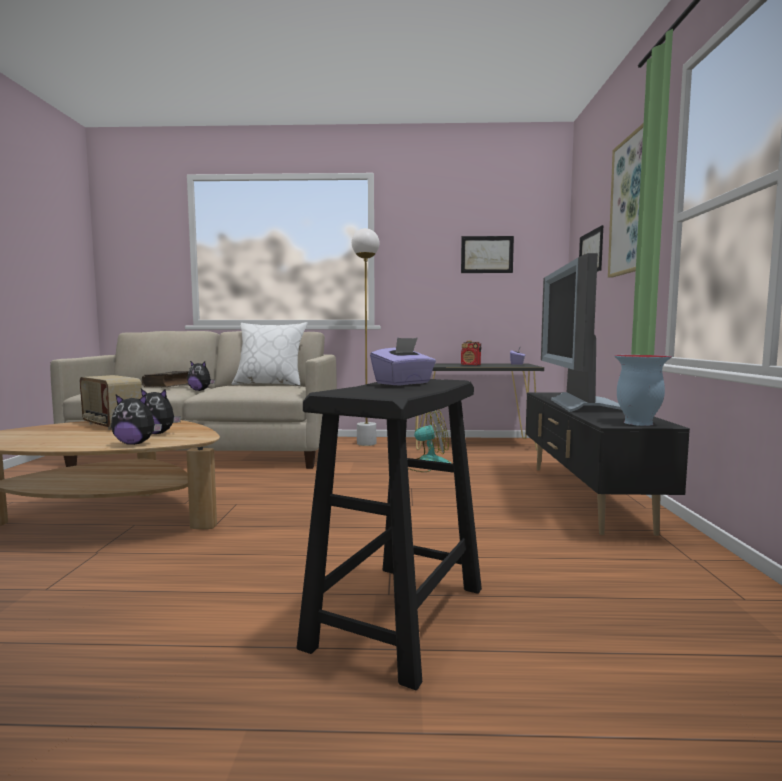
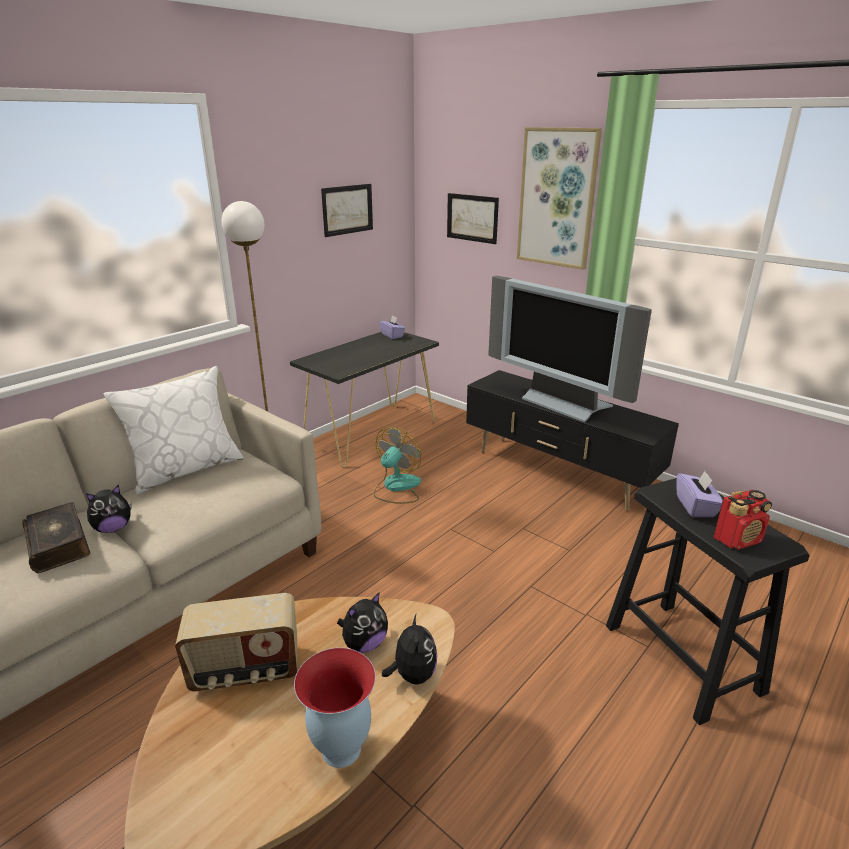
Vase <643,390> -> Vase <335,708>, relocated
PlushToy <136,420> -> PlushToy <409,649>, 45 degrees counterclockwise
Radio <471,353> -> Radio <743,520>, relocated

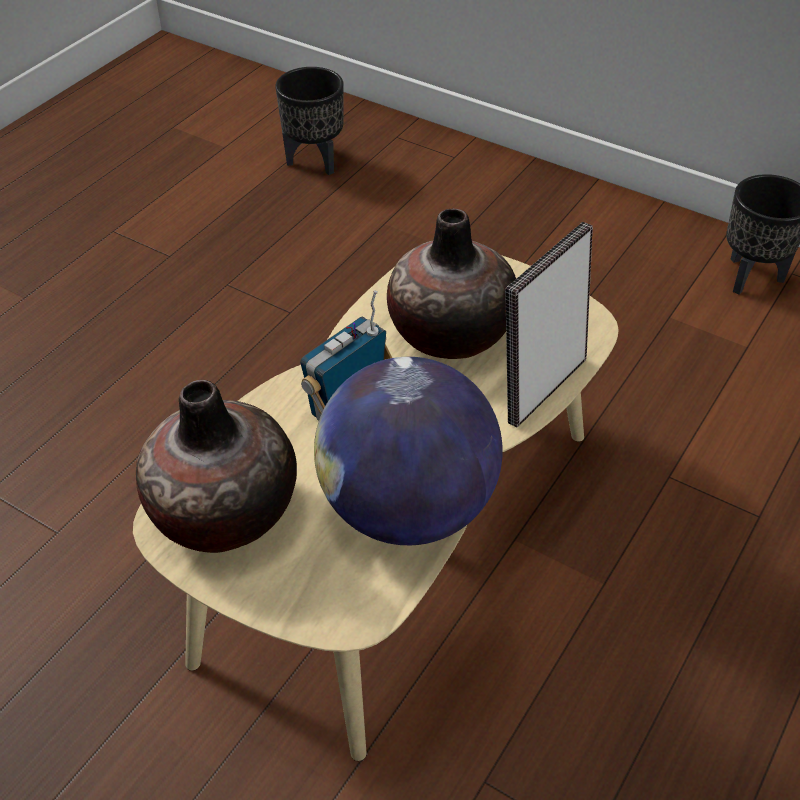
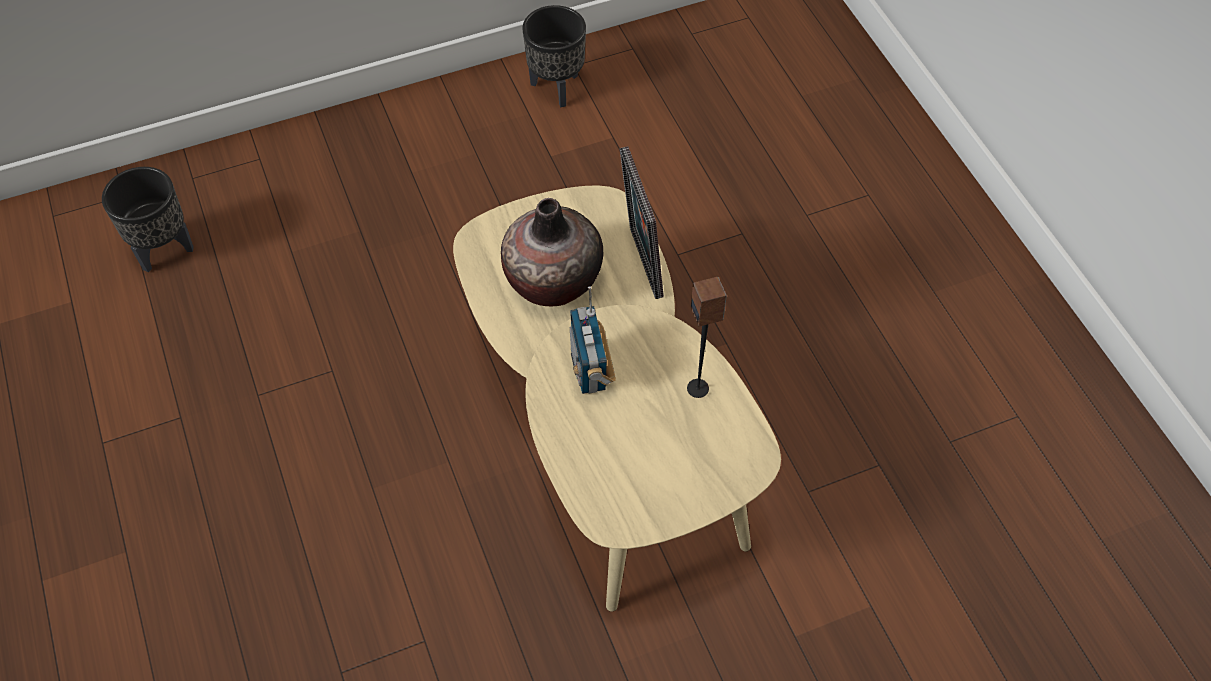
Globe <408,451> -> Speaker <707,337>
Vase <216,466> -> none

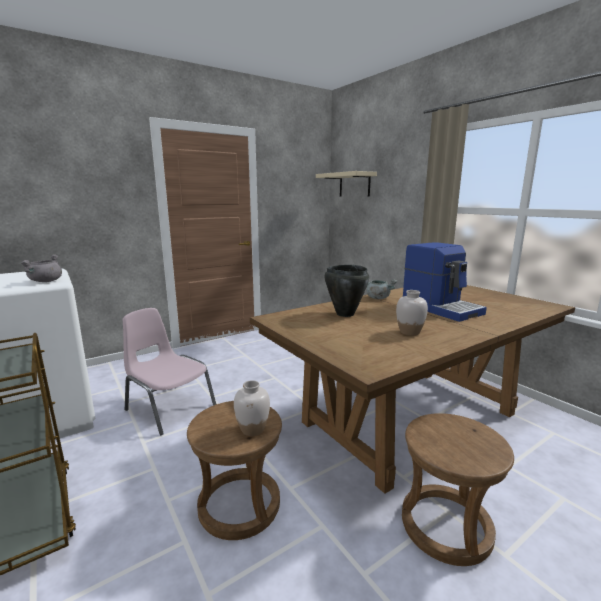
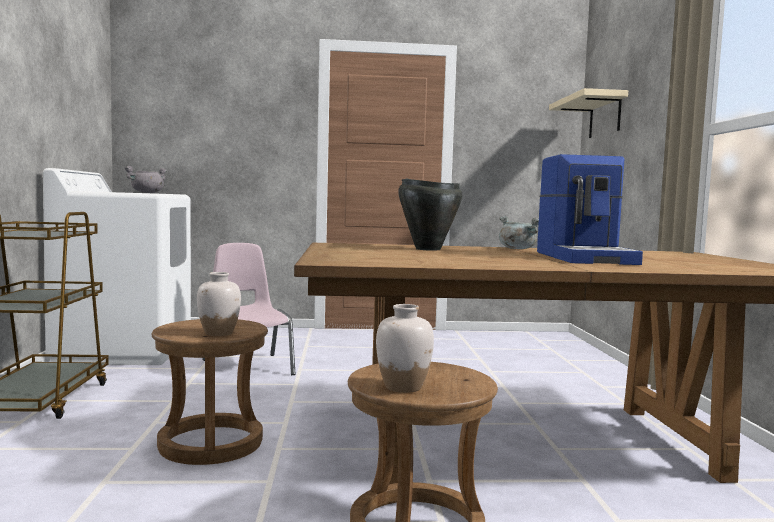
WhiteVase <412,313> -> WhiteVase <405,348>, relocated

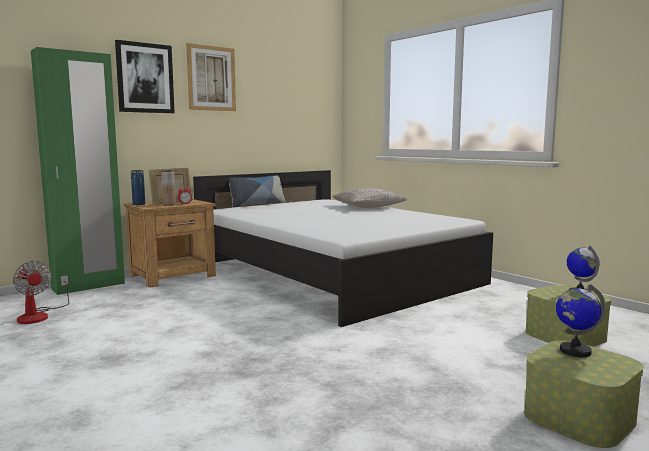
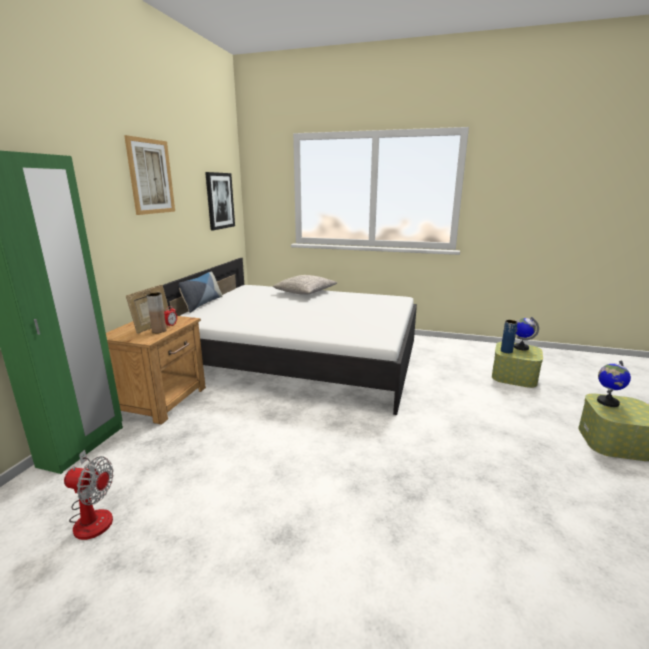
Picture <145,76> -> Picture <220,201>, relocated
BlueVase <138,187> -> BlueVase <509,336>, relocated

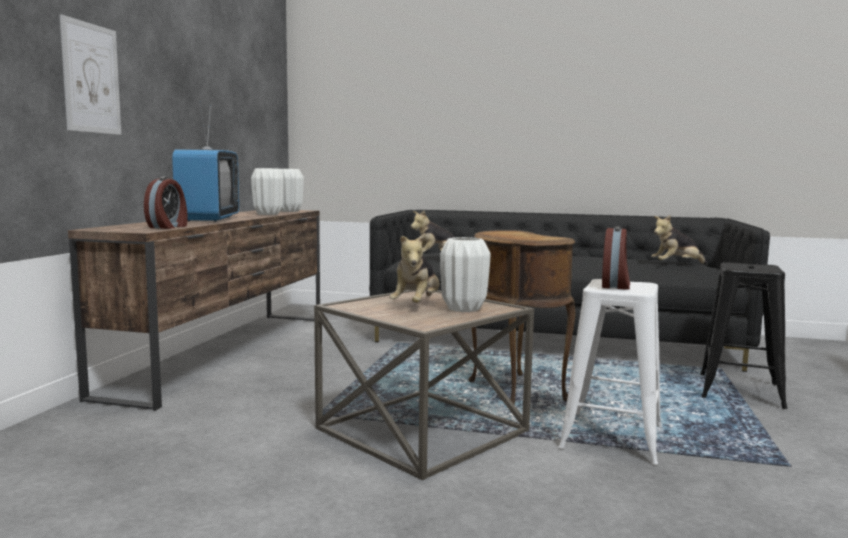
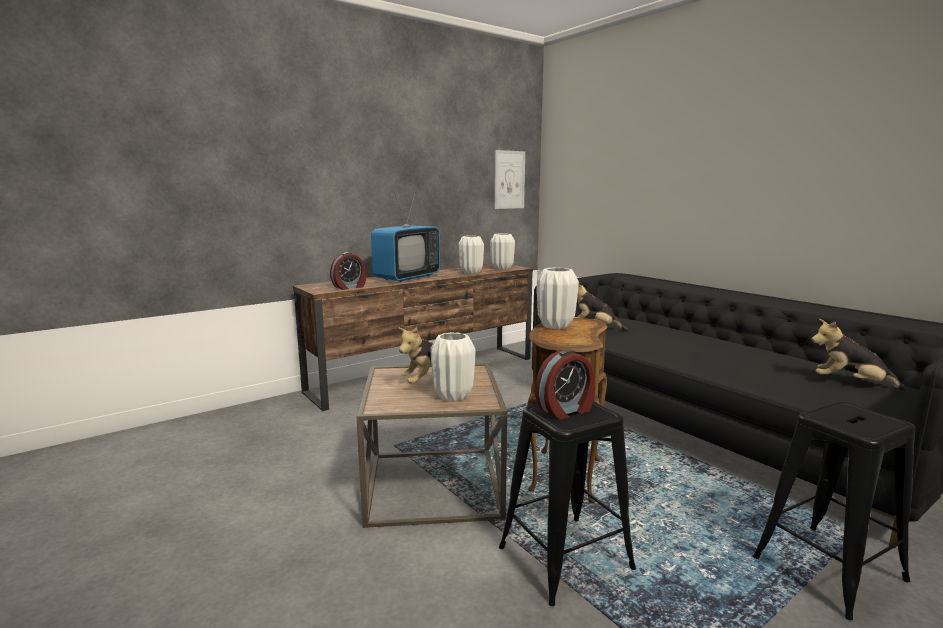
Picture <90,75> -> Picture <509,179>, relocated
WhiteStool <610,372> -> BlackStool <567,503>
none -> WhiteVase <558,298>

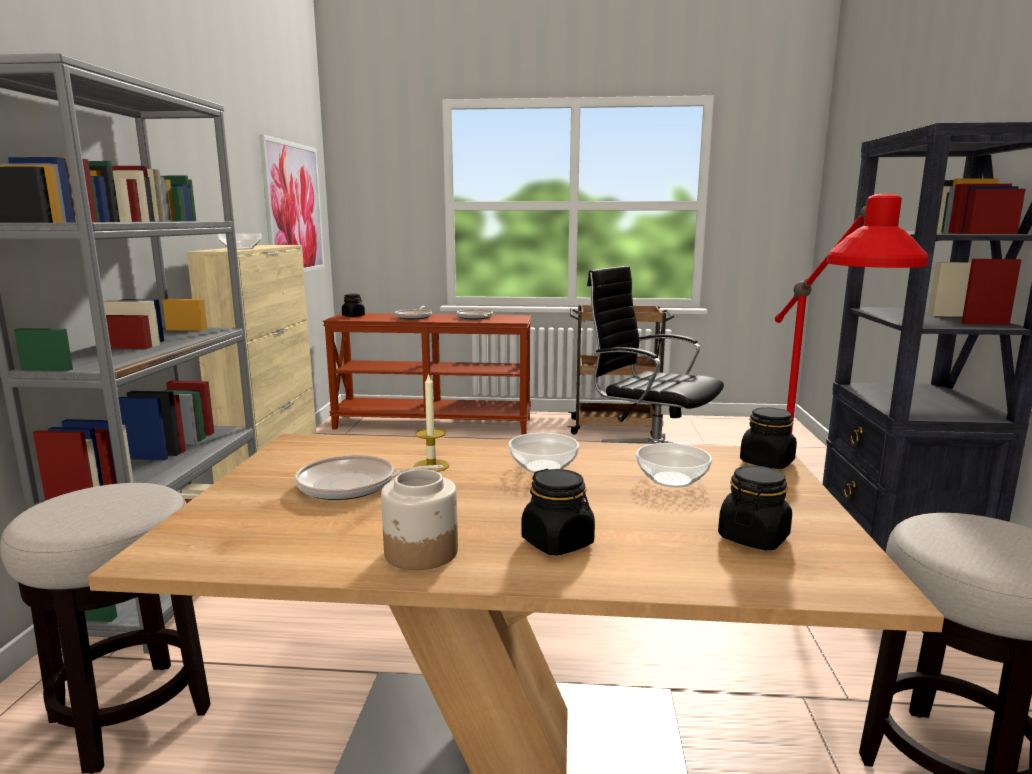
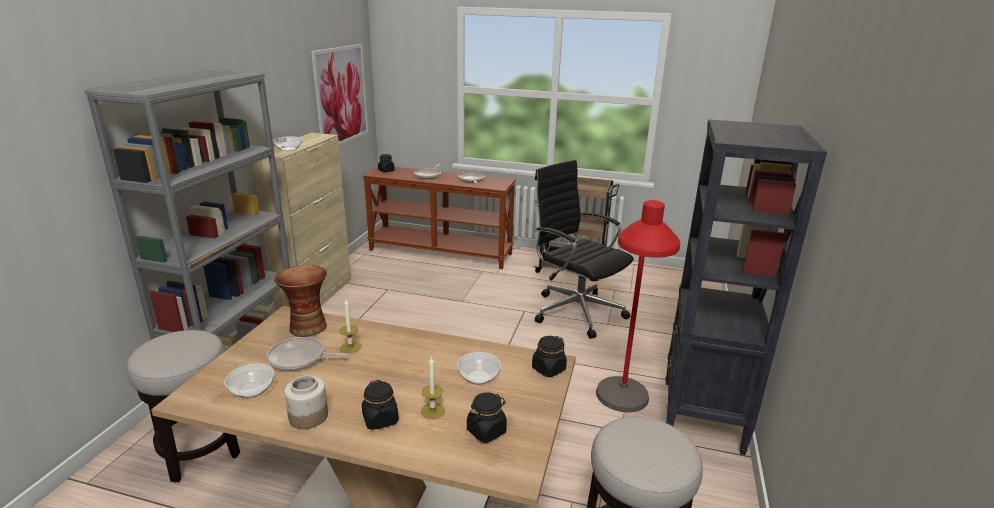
Bowl <544,453> -> Bowl <249,381>, relocated
none -> Vase <300,301>
none -> Candle <433,387>

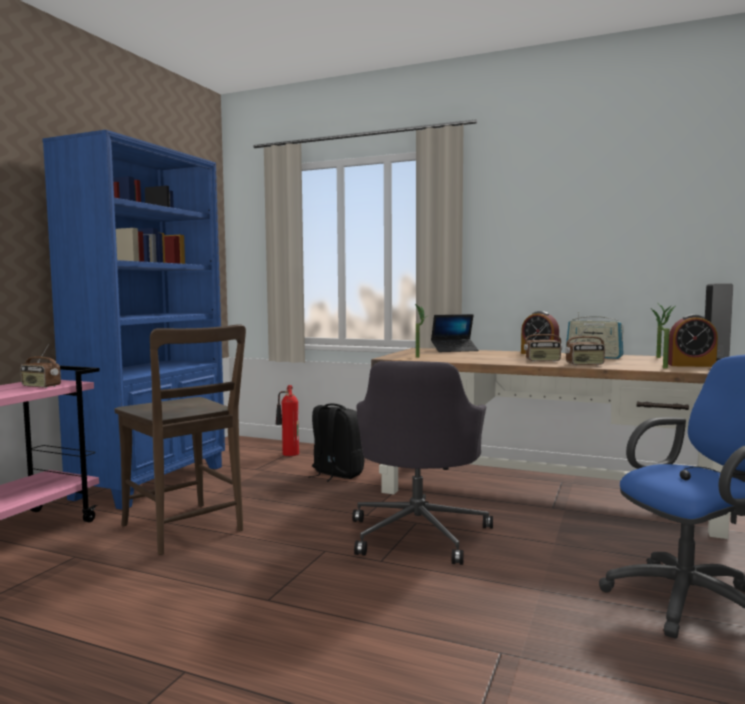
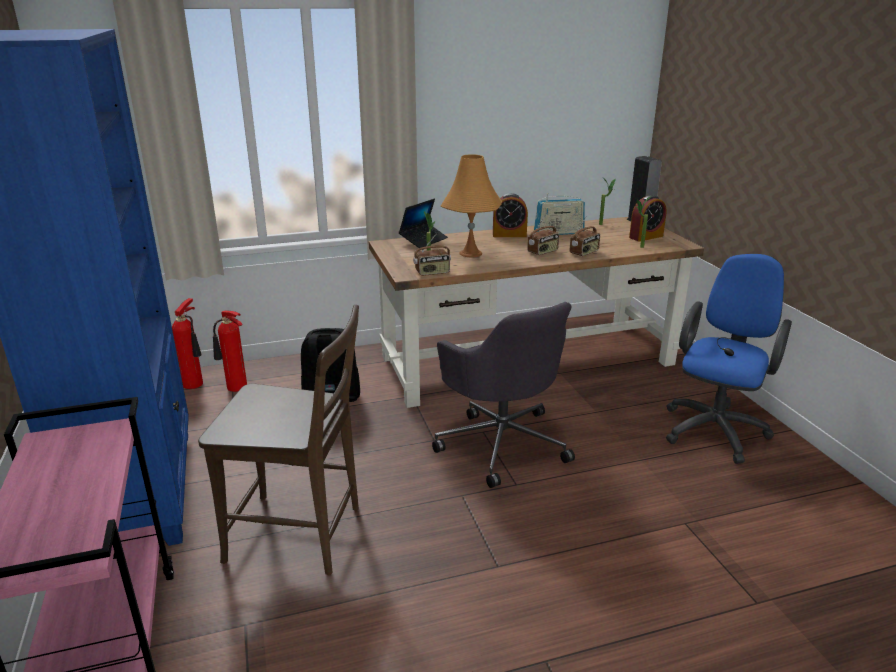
none -> FireExtinguisher <187,343>
Radio <40,366> -> Radio <432,255>, relocated
none -> OrangeTableLamp <471,205>

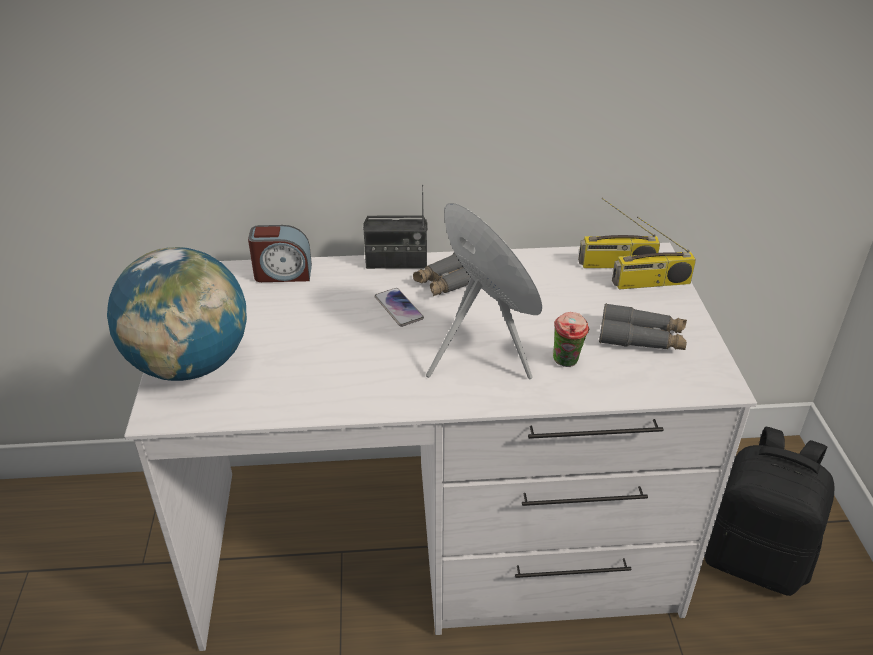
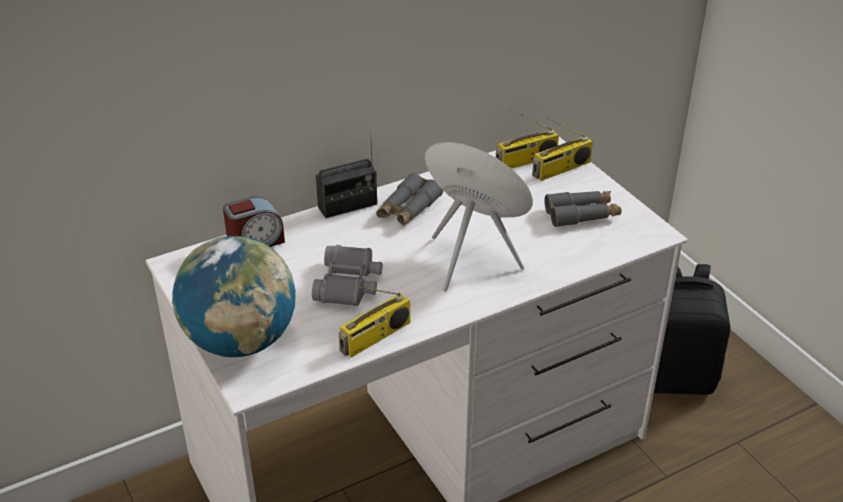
none -> GreyBinoculars <347,275>
none -> Radio <374,321>
Phone <399,307> -> none
Cup <571,339> -> none

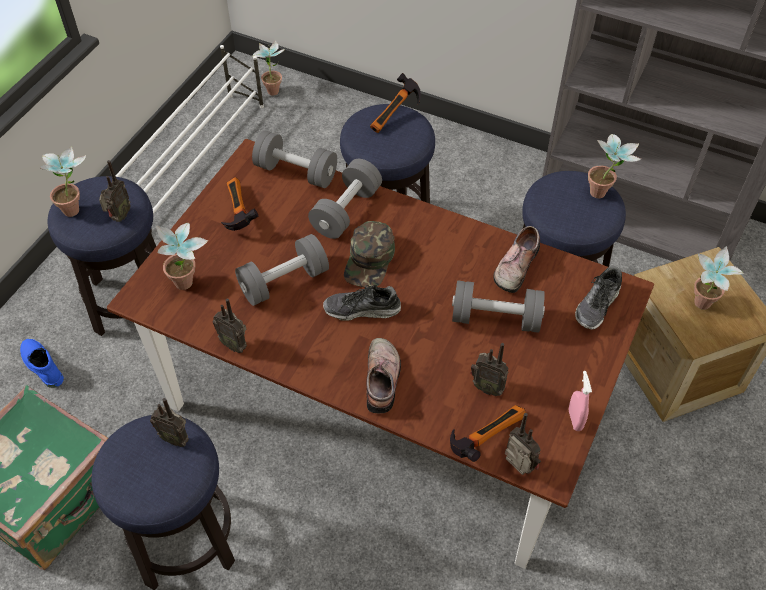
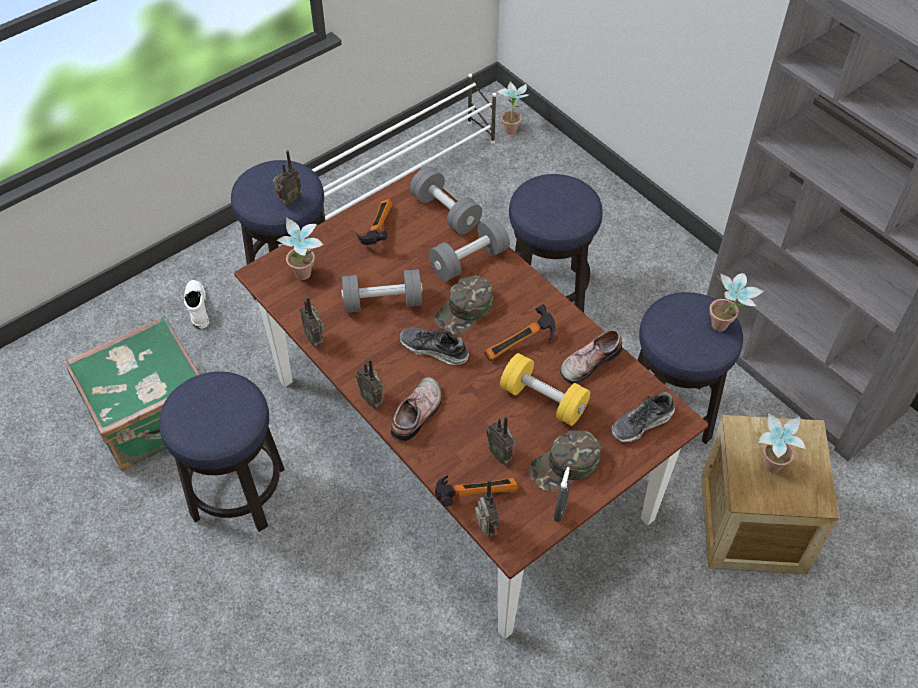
BlueBoot <42,363> -> WhiteBoot <196,304>
Radio <169,422> -> Radio <370,383>, relocated
Hammer <395,103> -> Hammer <520,332>, relocated
GreyDumbbell <498,306> -> YellowDumbbell <545,389>
none -> GreenCap <564,461>
PinkSprayBottle <580,401> -> GreySprayBottle <562,494>
PottedPlant <62,181> -> none

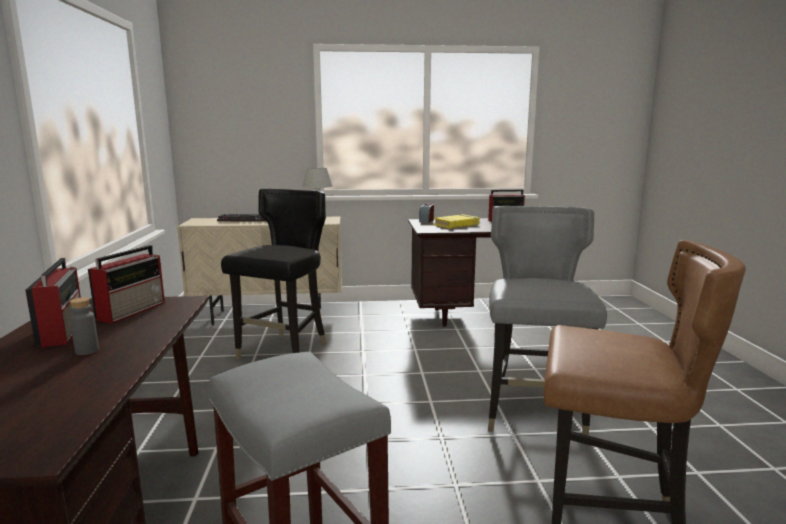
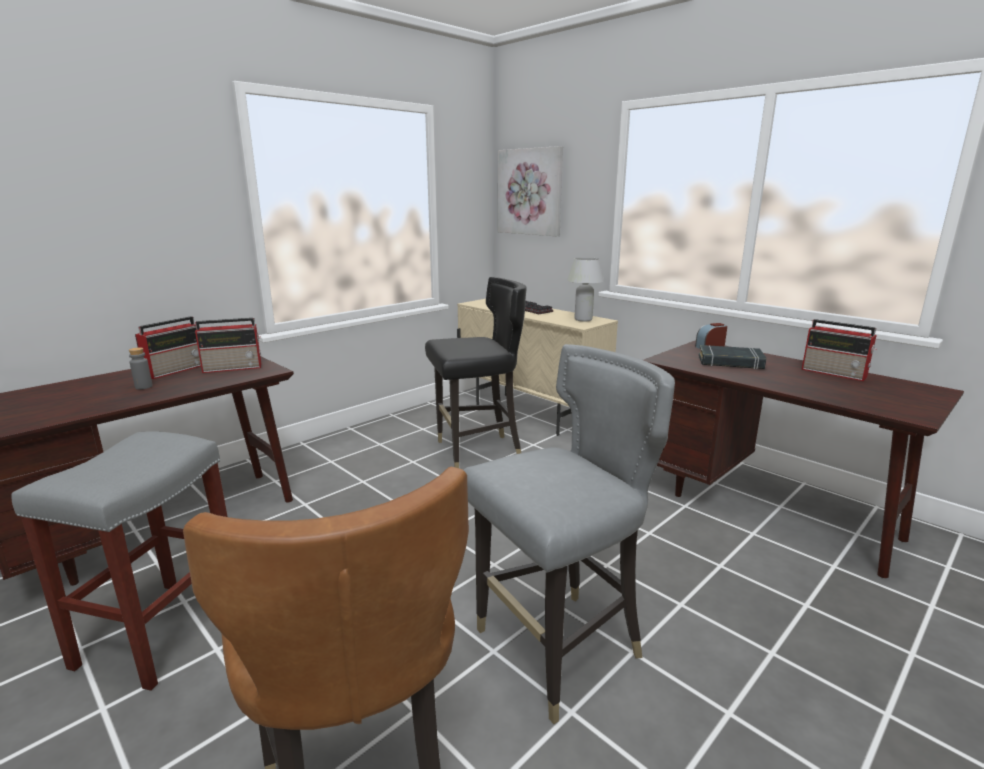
none -> Picture <530,191>
YellowBook <456,221> -> BlackBook <733,357>

